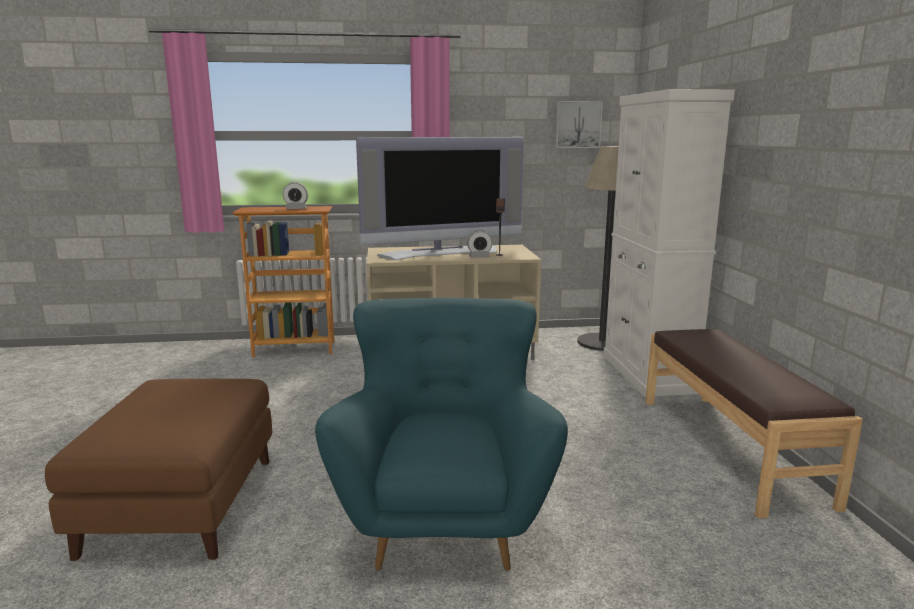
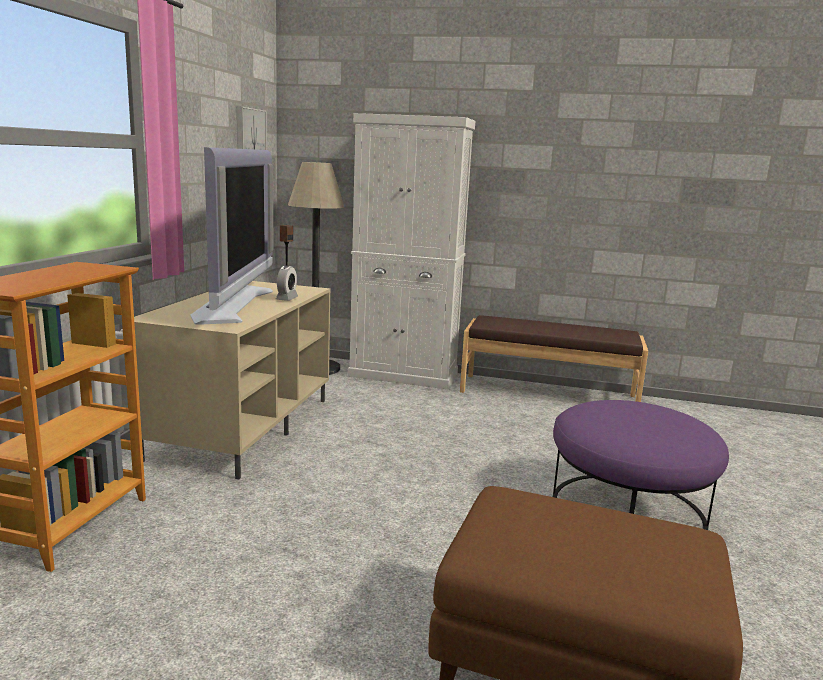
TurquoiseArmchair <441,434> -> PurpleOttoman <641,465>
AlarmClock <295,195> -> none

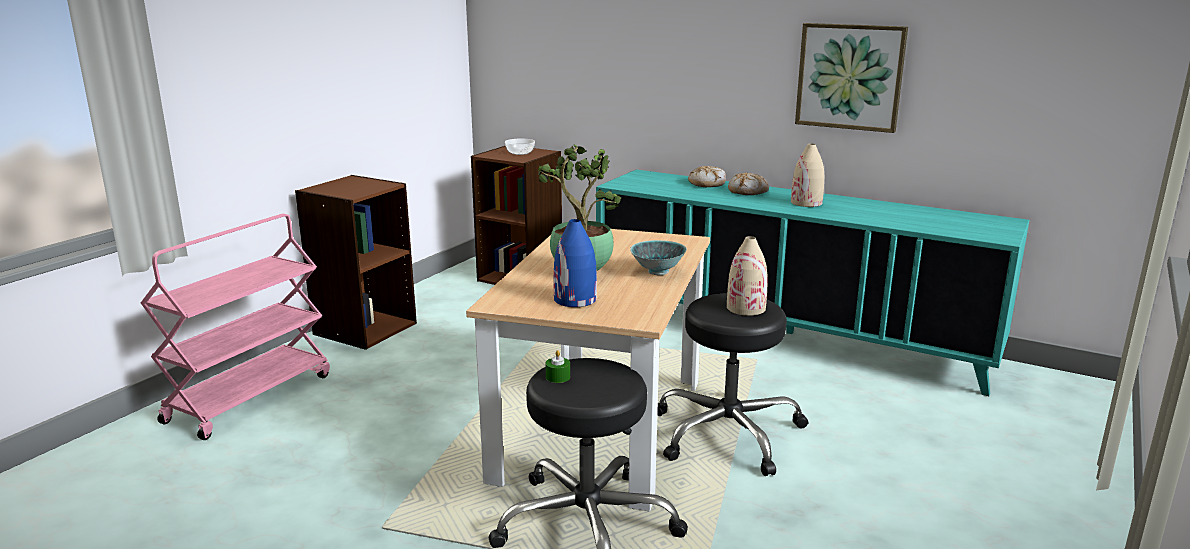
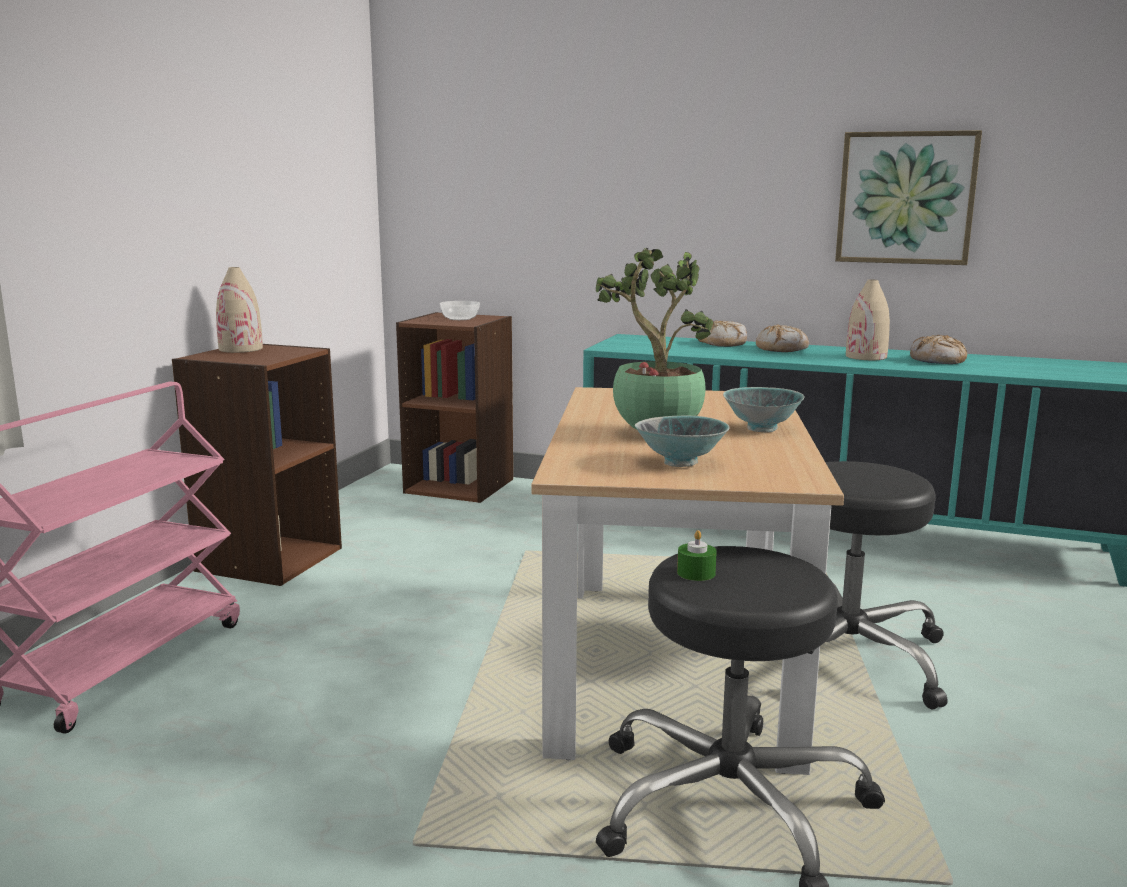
BeigeVase <747,276> -> BeigeVase <239,310>, relocated
BlueVase <575,263> -> Bowl <682,441>
none -> Bread <938,349>

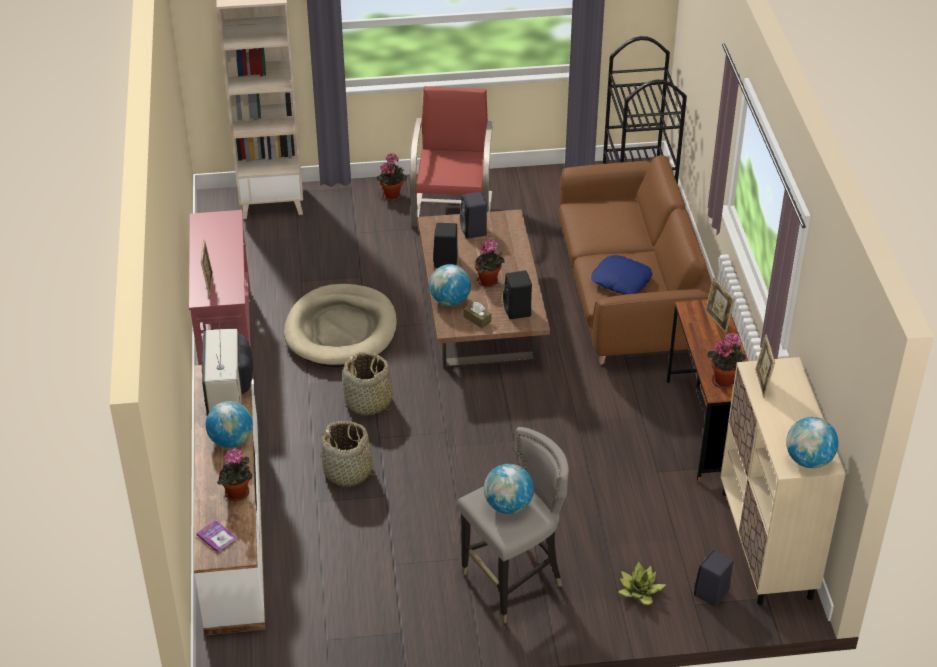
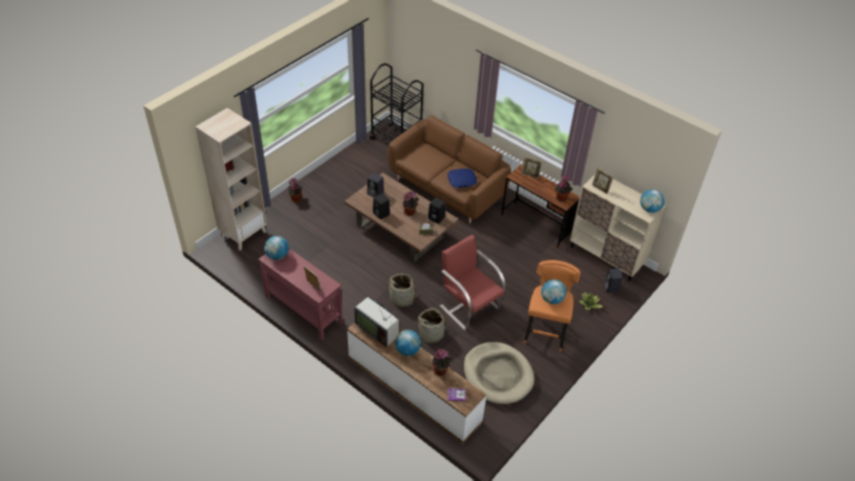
Globe <450,285> -> Globe <276,248>, relocated
RedArmchair <451,156> -> RedArmchair <473,283>, relocated
BeigeDogBed <340,325> -> BeigeDogBed <498,373>, relocated
GreyStool <513,525> -> OrangeStool <552,306>

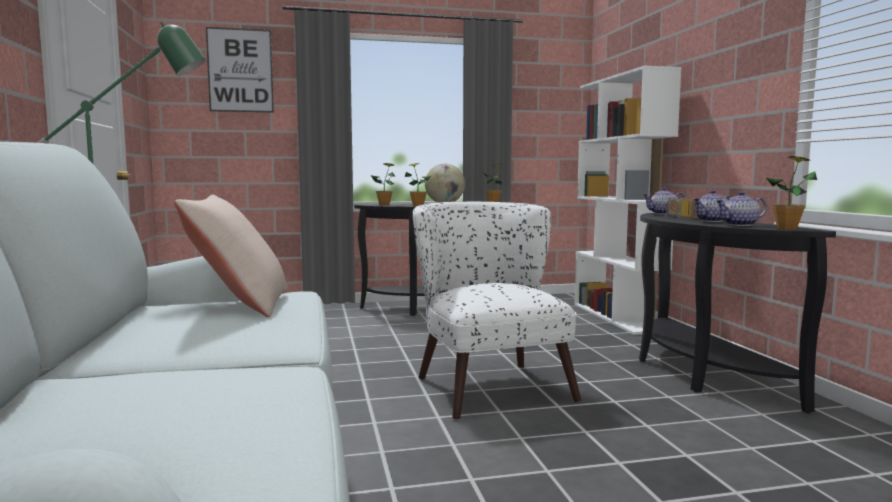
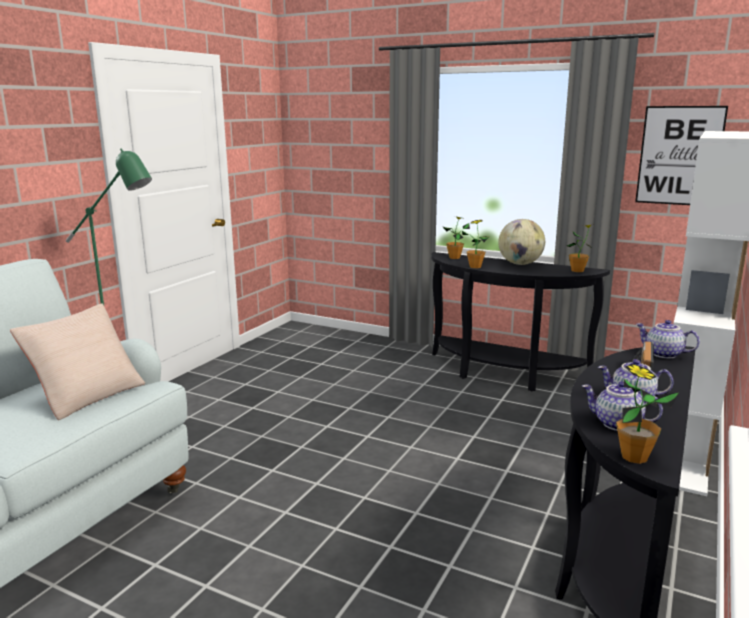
Picture <240,70> -> Picture <681,155>, relocated
WhiteArmchair <497,311> -> none

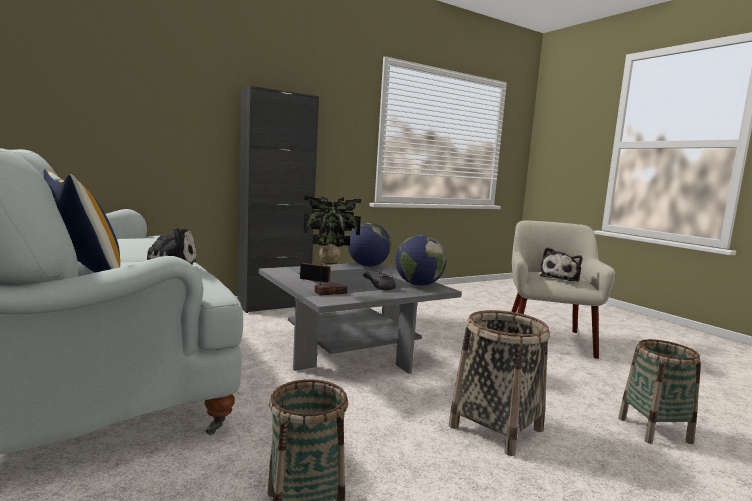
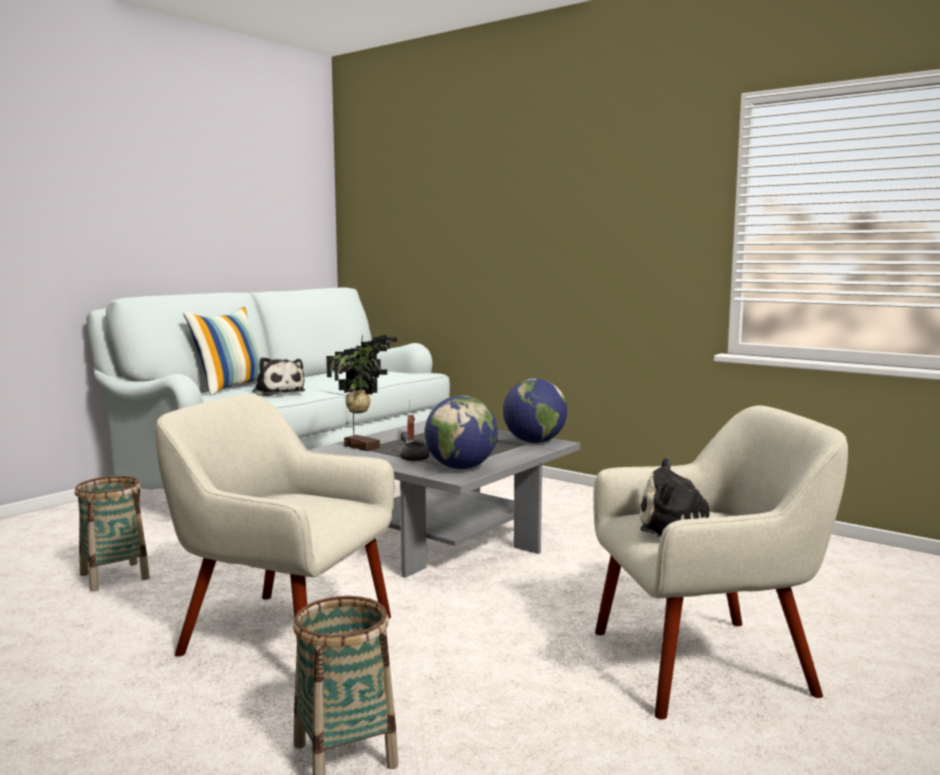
Basket <499,383> -> BeigeArmchair <275,525>
BlackCabinet <278,199> -> none

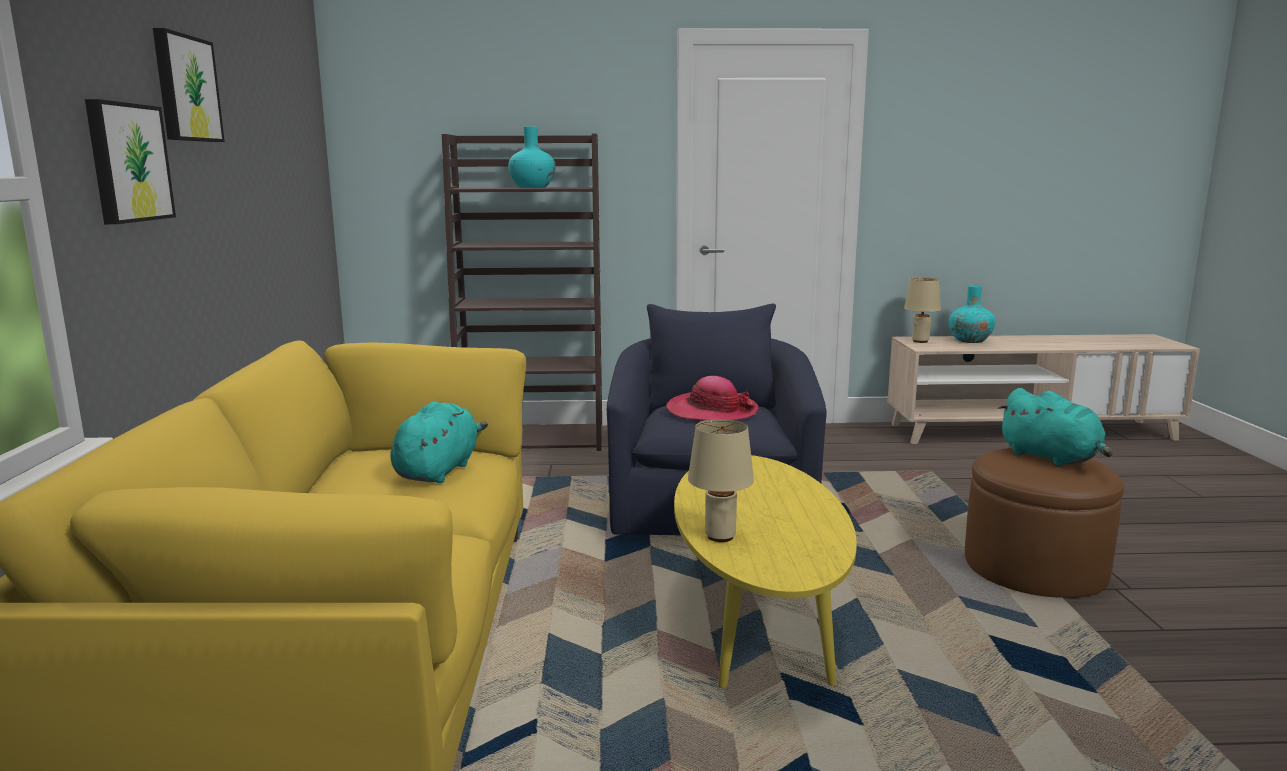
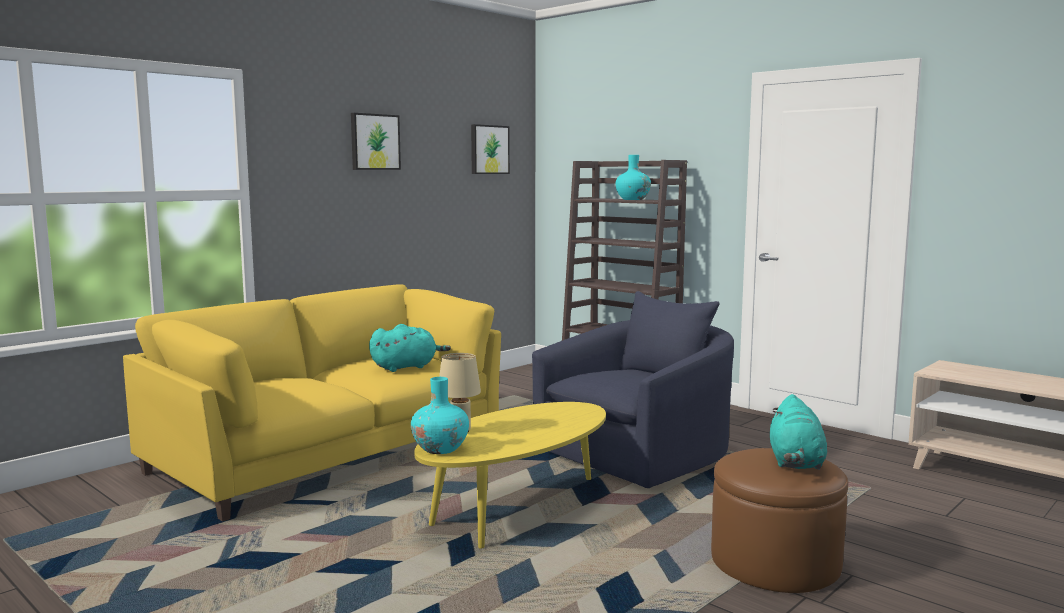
TurquoiseVase <972,314> -> TurquoiseVase <440,415>, relocated
Picture <130,161> -> Picture <490,149>, relocated
Hat <712,398> -> none
BeigeTableLamp <922,310> -> none

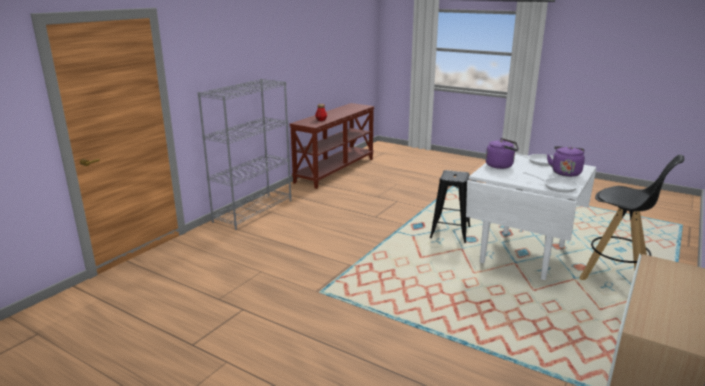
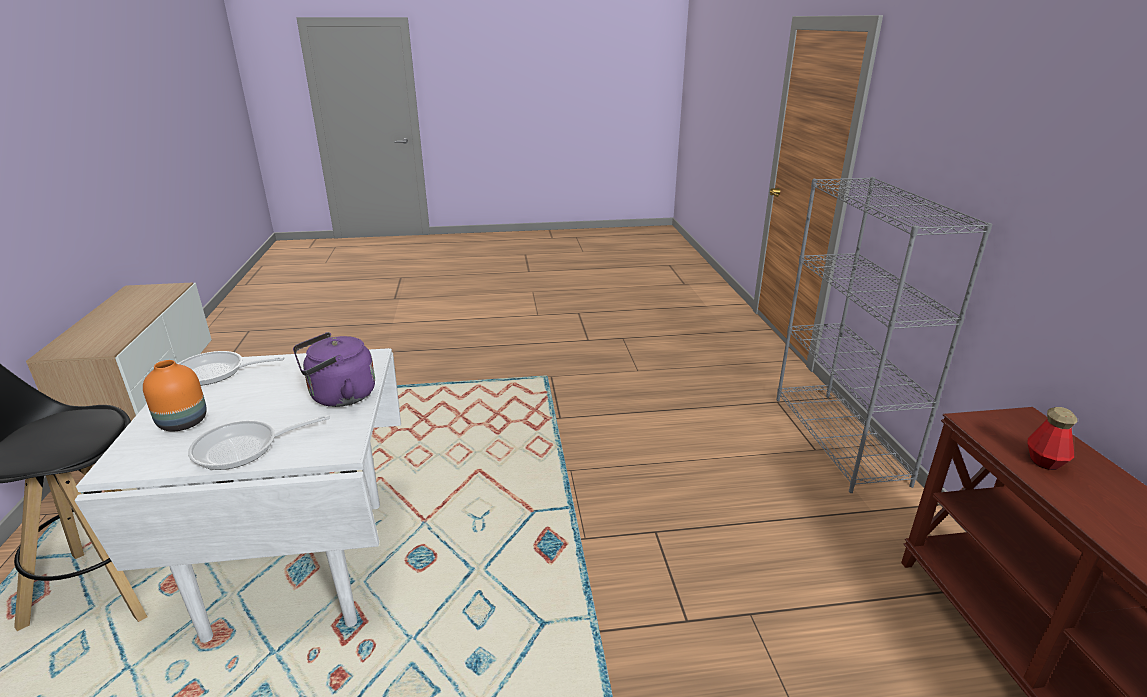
PurpleKettle <566,161> -> OrangeVase <175,396>
BlackStool <450,206> -> none

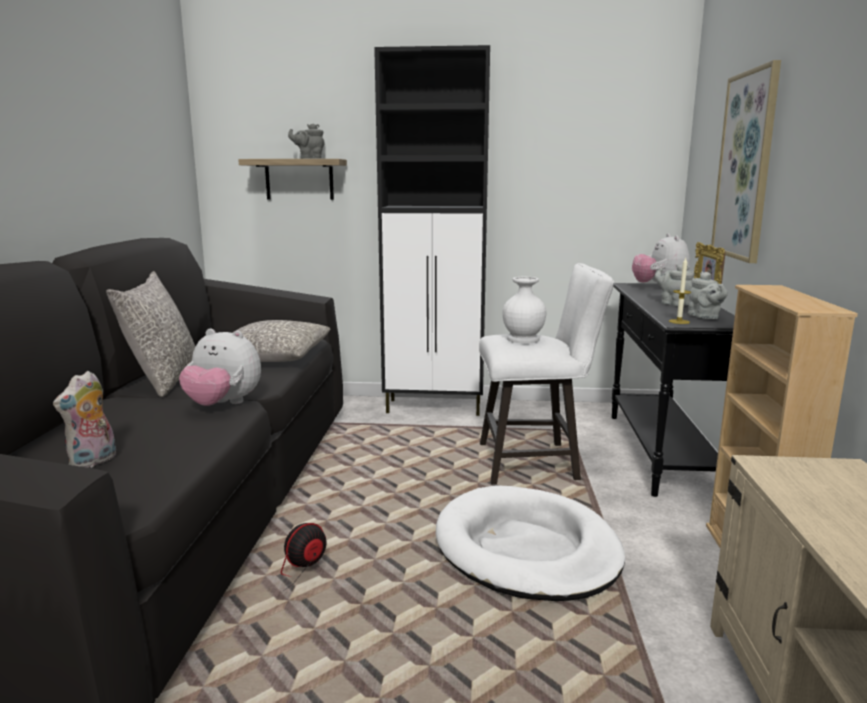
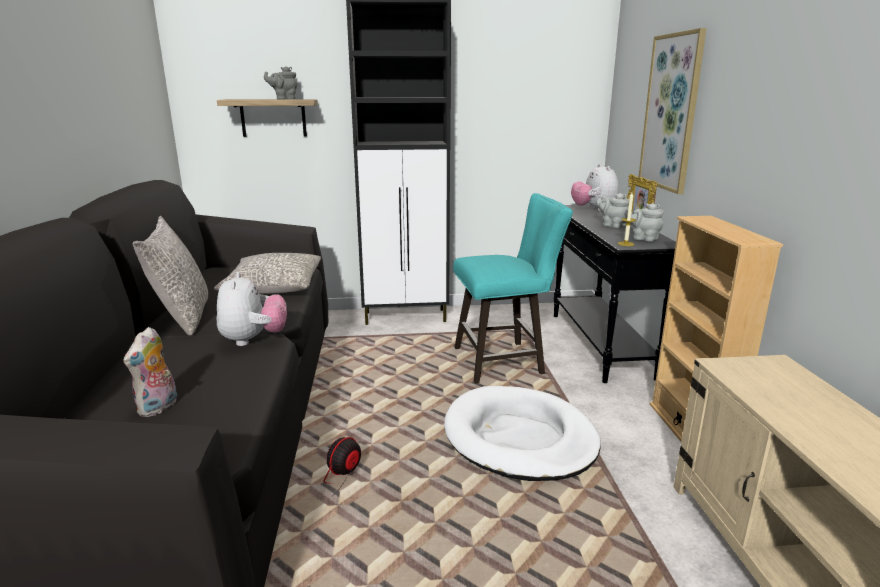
PlushToy <220,367> -> PlushToy <252,309>, 105 degrees counterclockwise
WhiteStool <546,373> -> TurquoiseStool <513,288>
GreyTeapot <708,295> -> GreyTeapot <644,222>, 150 degrees clockwise
WhiteVase <524,310> -> none

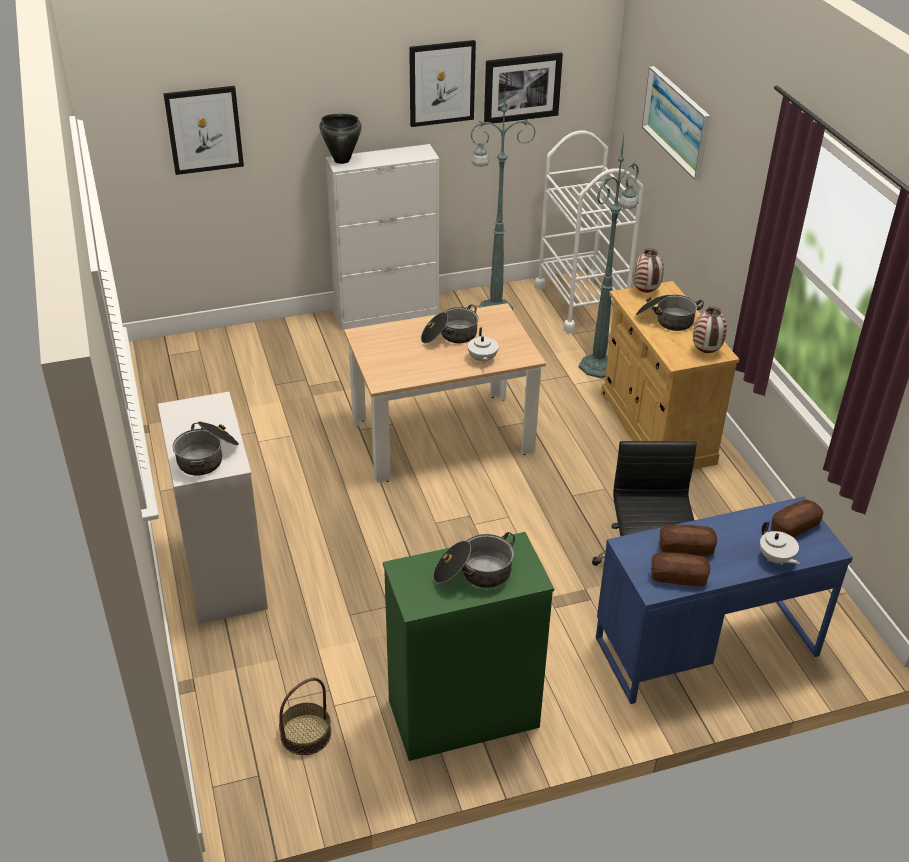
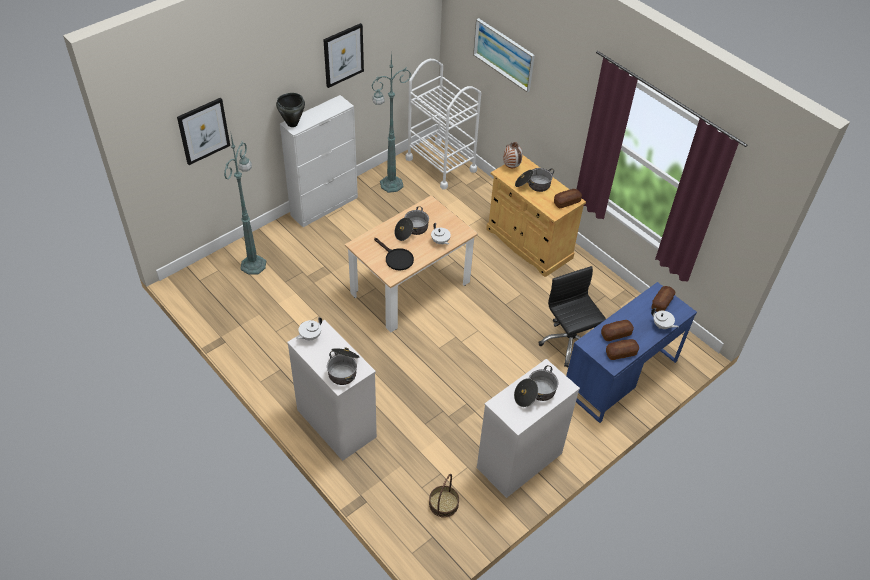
GreenFloorLamp <609,257> -> GreenFloorLamp <245,205>, relocated
none -> WhiteTeapot <309,328>
none -> BlackFryingPan <394,254>
GreenDresser <468,646> -> WhiteDresser <528,428>
Vase <710,330> -> Bread <568,198>
Picture <523,88> -> none

